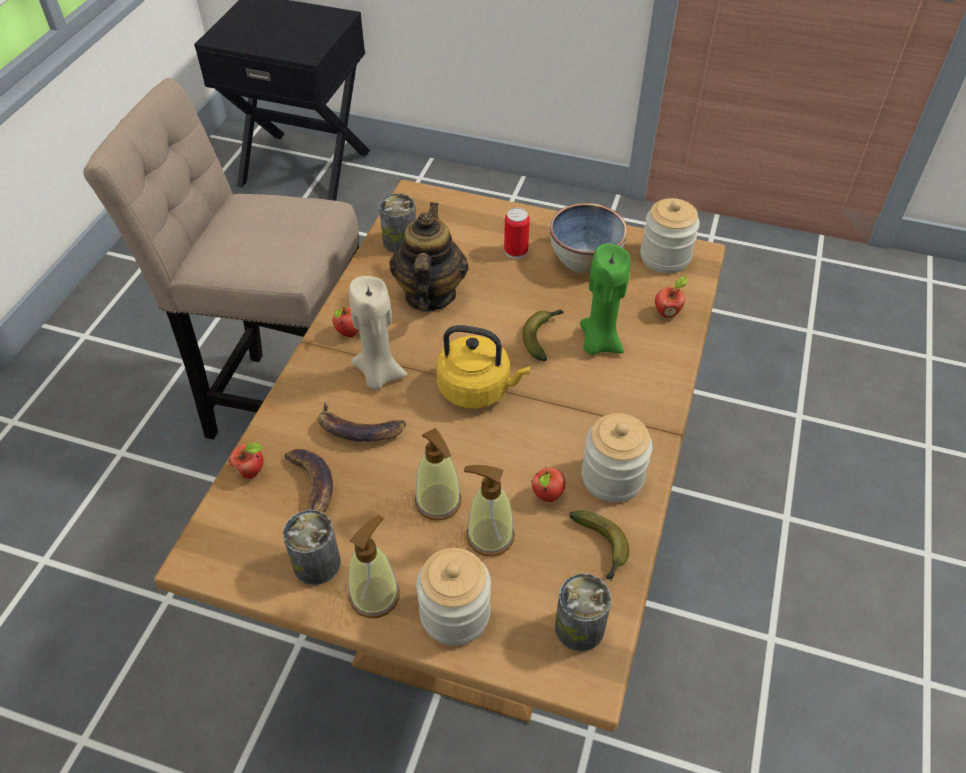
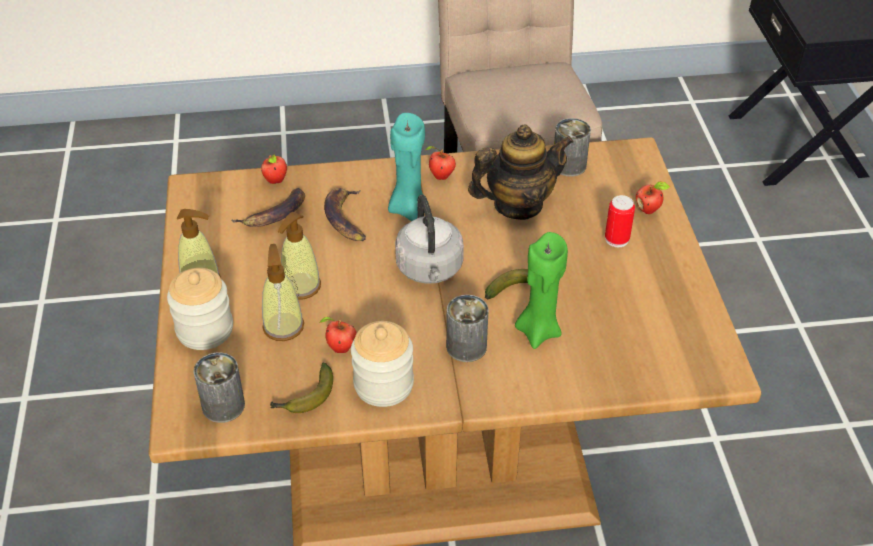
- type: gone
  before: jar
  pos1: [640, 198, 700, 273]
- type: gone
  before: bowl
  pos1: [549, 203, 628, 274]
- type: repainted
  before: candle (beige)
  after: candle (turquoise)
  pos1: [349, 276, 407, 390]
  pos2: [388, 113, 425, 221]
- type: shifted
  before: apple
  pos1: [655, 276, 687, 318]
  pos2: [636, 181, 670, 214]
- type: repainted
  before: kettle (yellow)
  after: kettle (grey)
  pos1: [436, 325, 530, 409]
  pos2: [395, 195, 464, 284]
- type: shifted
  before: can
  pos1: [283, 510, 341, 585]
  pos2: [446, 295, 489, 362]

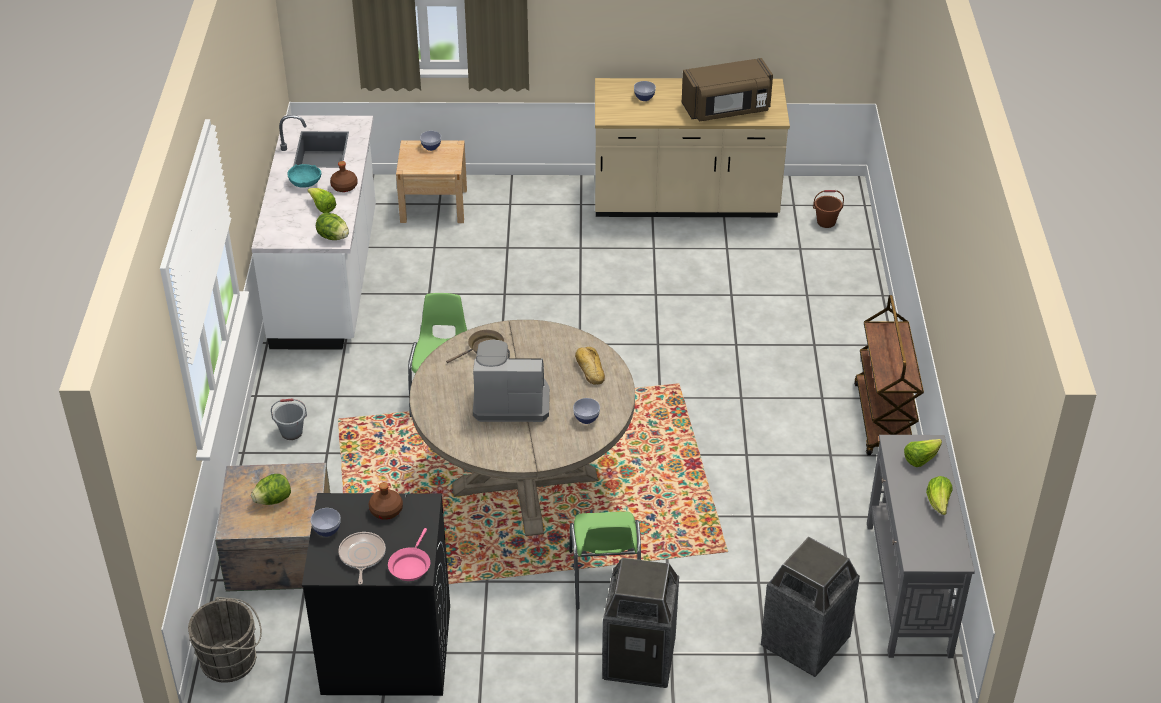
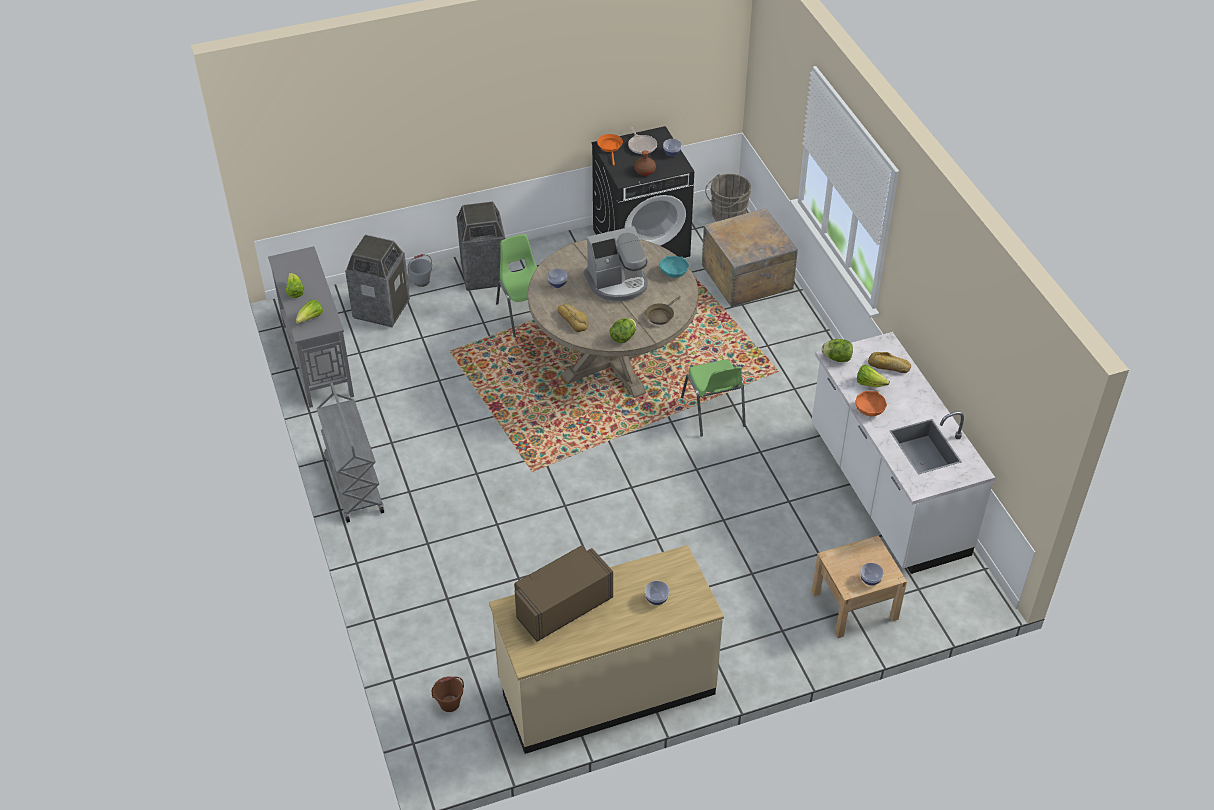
- type: swapped
  before: bottle (brown)
  after: bowl (orange)
  pos1: [330, 161, 358, 192]
  pos2: [855, 391, 887, 416]
- type: shifted
  before: bowl (turquoise)
  pos1: [288, 164, 321, 188]
  pos2: [659, 256, 689, 278]
- type: repainted
  before: cart (brown)
  after: cart (grey)
  pos1: [854, 295, 924, 455]
  pos2: [316, 383, 384, 523]
- type: shifted
  before: bucket (grey)
  pos1: [271, 398, 307, 440]
  pos2: [408, 254, 432, 287]
- type: shifted
  before: lettuce
  pos1: [251, 474, 291, 505]
  pos2: [609, 318, 636, 343]
- type: repainted
  before: frying pan (pink)
  after: frying pan (orange)
  pos1: [388, 528, 430, 581]
  pos2: [597, 134, 623, 166]
- type: new
  after: bread
  pos2: [868, 352, 911, 373]

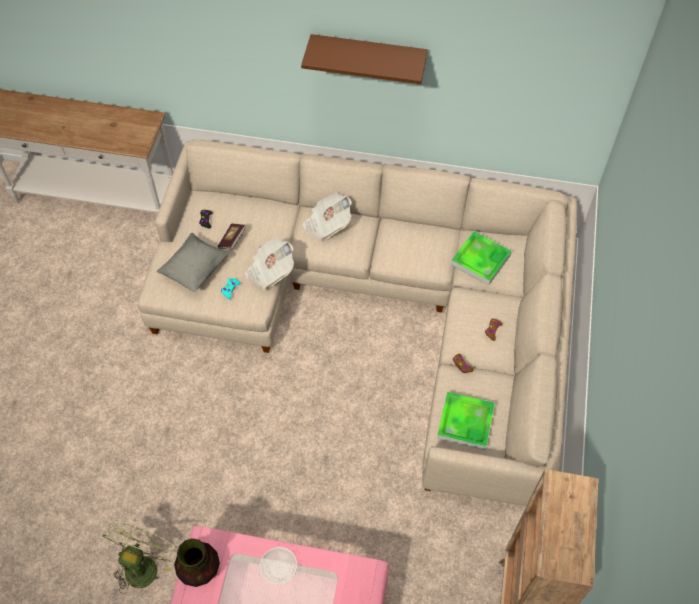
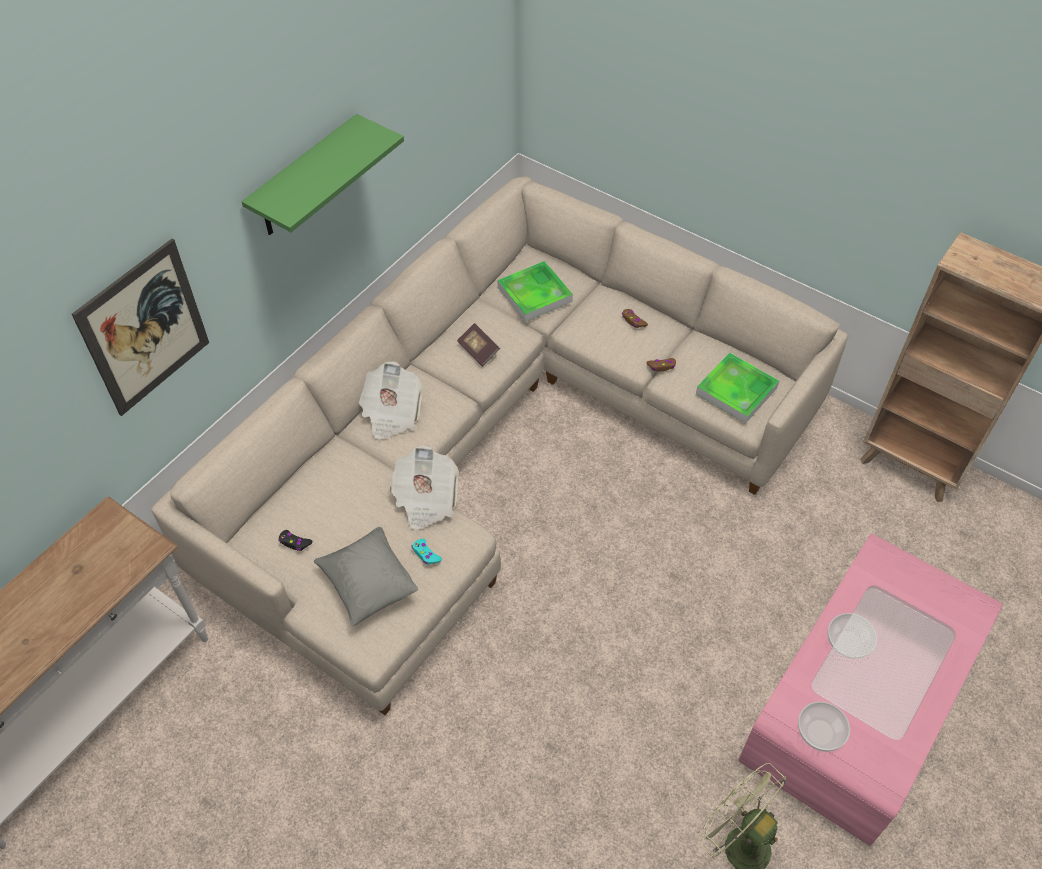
- type: repainted
  before: shelf (brown)
  after: shelf (green)
  pos1: [301, 34, 428, 84]
  pos2: [242, 114, 404, 235]
- type: shifted
  before: book
  pos1: [217, 224, 246, 250]
  pos2: [457, 323, 500, 367]
- type: swapped
  before: vase
  after: bowl
  pos1: [174, 538, 220, 587]
  pos2: [798, 701, 850, 752]
- type: new
  after: picture
  pos2: [72, 238, 209, 416]

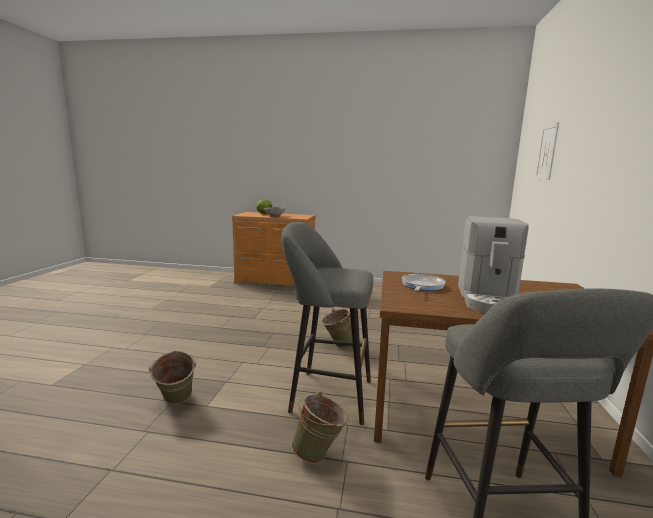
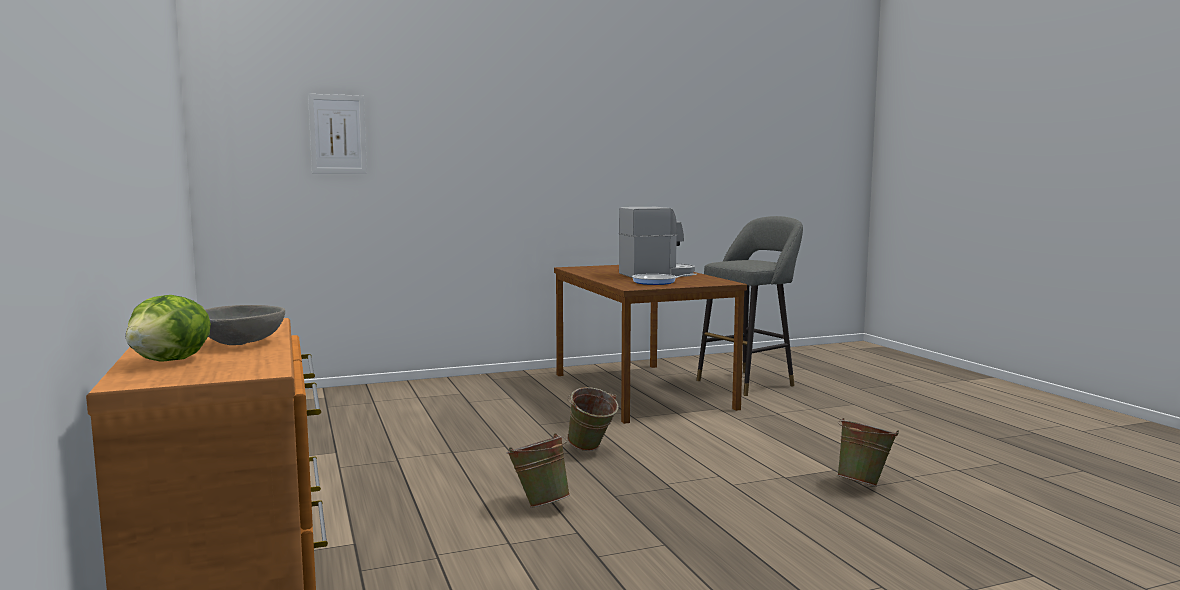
- type: gone
  before: stool (grey)
  pos1: [281, 222, 373, 425]
- type: shifted
  before: bucket (green)
  pos1: [291, 391, 349, 464]
  pos2: [506, 433, 570, 507]

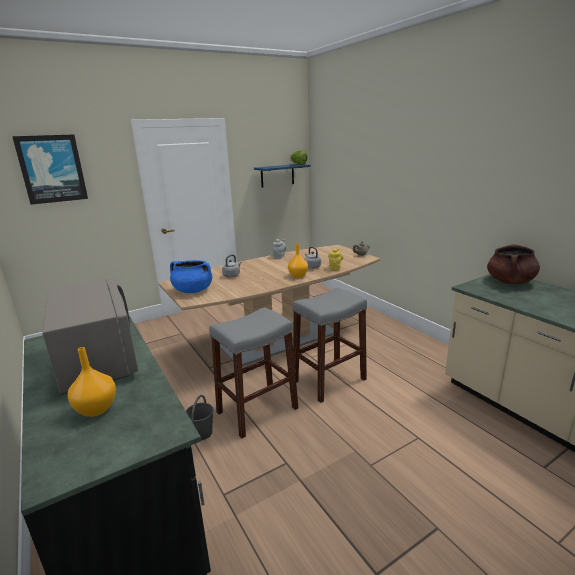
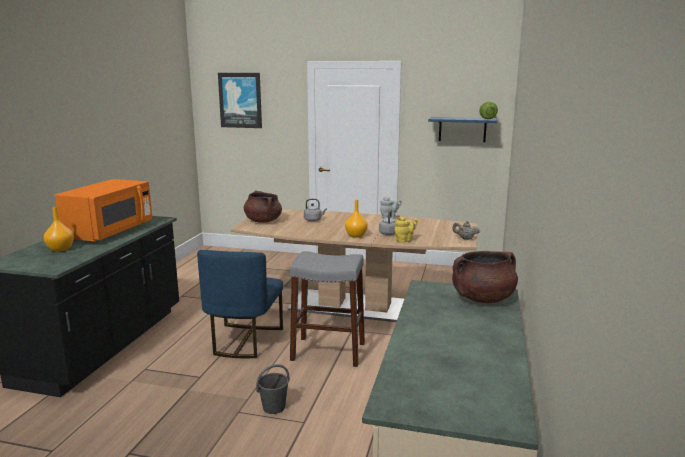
- type: repainted
  before: cooking pot (blue)
  after: cooking pot (brown)
  pos1: [170, 260, 212, 293]
  pos2: [244, 191, 282, 223]
- type: repainted
  before: microwave (grey)
  after: microwave (orange)
  pos1: [42, 277, 138, 395]
  pos2: [55, 179, 152, 243]
- type: swapped
  before: stool (grey)
  after: chair (blue)
  pos1: [209, 307, 298, 438]
  pos2: [197, 250, 283, 358]
- type: shifted
  before: bucket (grey)
  pos1: [186, 395, 214, 440]
  pos2: [256, 364, 289, 414]

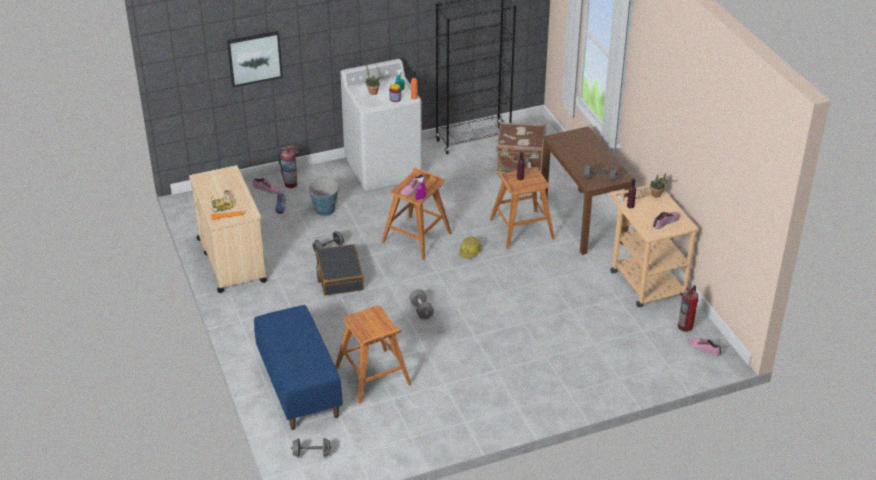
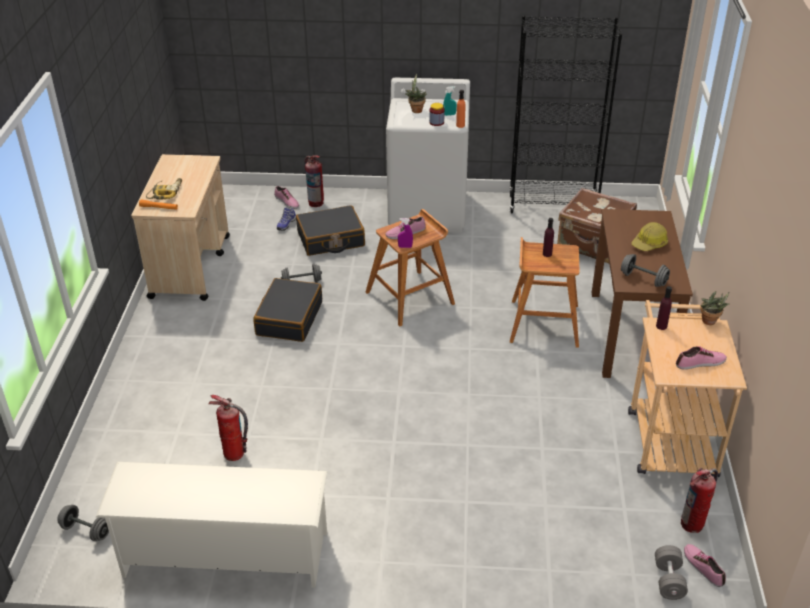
- type: gone
  before: picture
  pos1: [227, 31, 283, 87]
- type: swapped
  before: bucket
  after: suitcase (black)
  pos1: [308, 178, 340, 216]
  pos2: [296, 205, 365, 256]
- type: shifted
  before: hard hat
  pos1: [459, 236, 482, 259]
  pos2: [632, 222, 668, 251]
- type: shifted
  before: dumbbell (grey)
  pos1: [409, 289, 434, 320]
  pos2: [655, 545, 688, 600]
- type: gone
  before: bench (blue)
  pos1: [254, 305, 343, 430]
- type: swapped
  before: stool (brown)
  after: fire extinguisher
  pos1: [335, 305, 412, 404]
  pos2: [208, 395, 248, 461]
- type: new
  after: shoe rack (white)
  pos2: [96, 462, 327, 588]

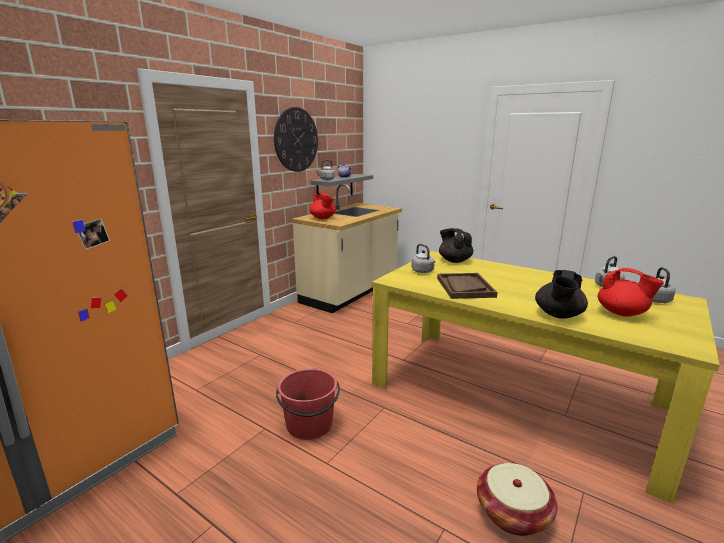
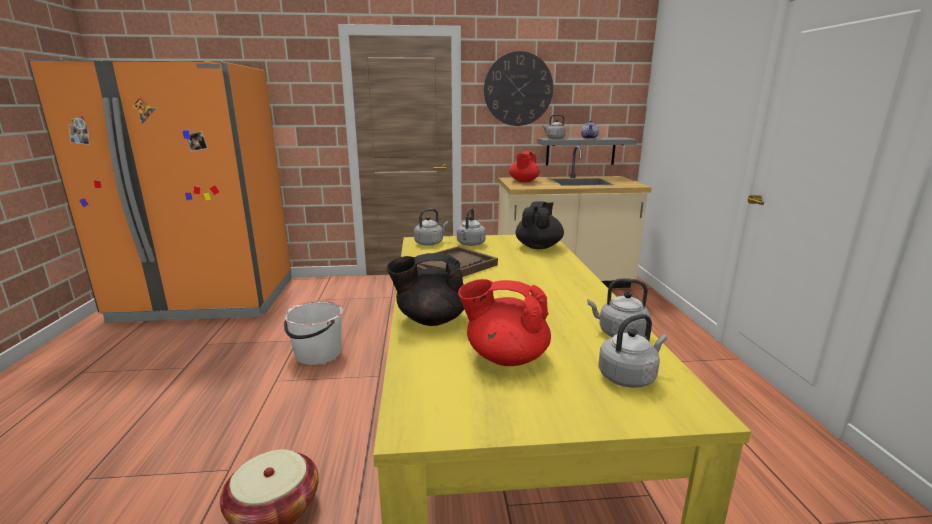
- type: rotated
  before: teapot (red)
  pos1: [597, 268, 664, 317]
  pos2: [458, 279, 551, 366]
  turn: 105
- type: repainted
  before: bucket (red)
  after: bucket (white)
  pos1: [276, 368, 340, 440]
  pos2: [284, 301, 343, 365]
- type: new
  after: kettle (grey)
  pos2: [414, 208, 449, 246]

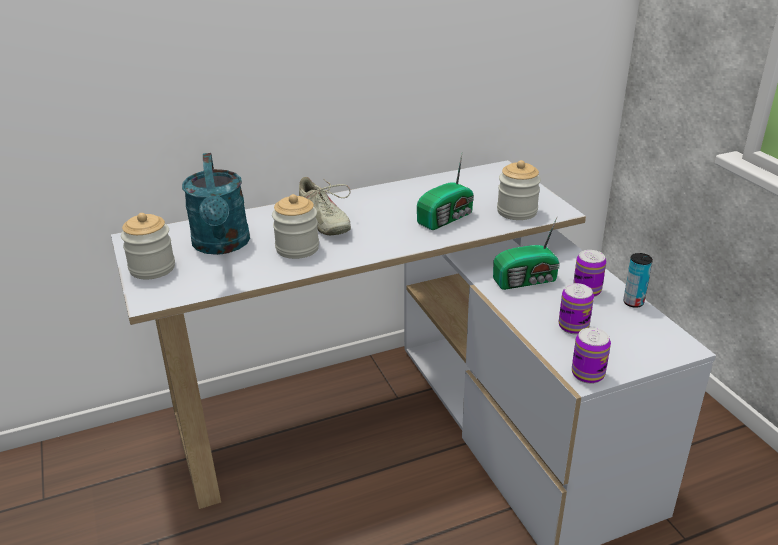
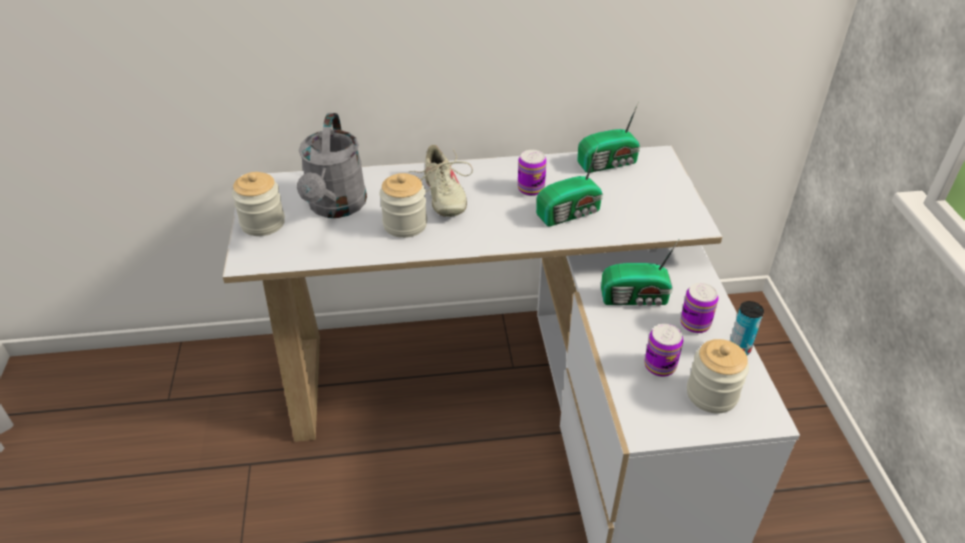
- type: repainted
  before: watering can (turquoise)
  after: watering can (grey)
  pos1: [182, 153, 250, 255]
  pos2: [297, 113, 367, 218]
- type: shifted
  before: jar
  pos1: [497, 160, 541, 220]
  pos2: [687, 339, 749, 413]
- type: shifted
  before: can
  pos1: [572, 328, 611, 384]
  pos2: [518, 150, 547, 196]
- type: new
  after: radio
  pos2: [577, 101, 640, 173]

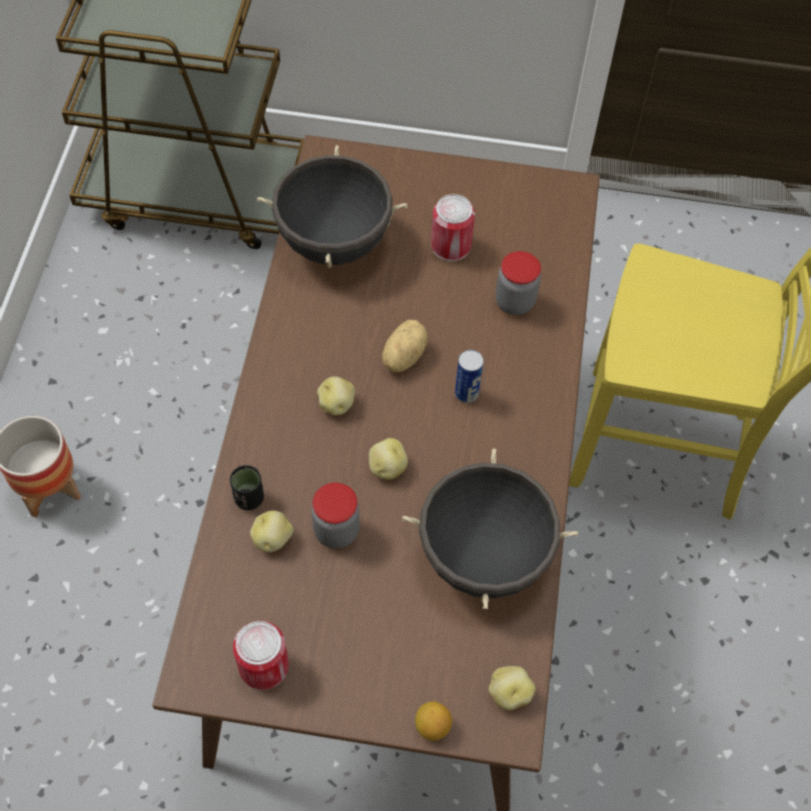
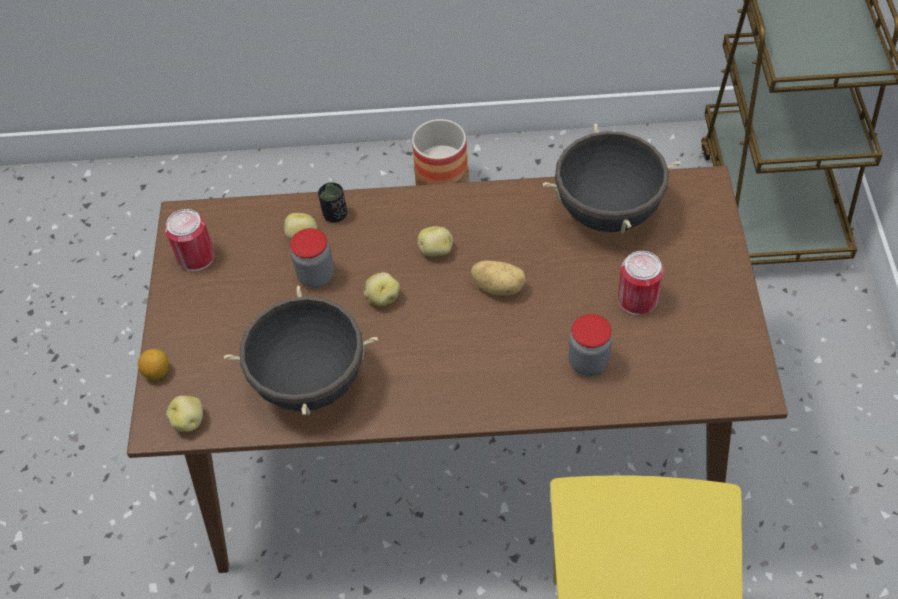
- type: gone
  before: can
  pos1: [455, 350, 484, 403]

